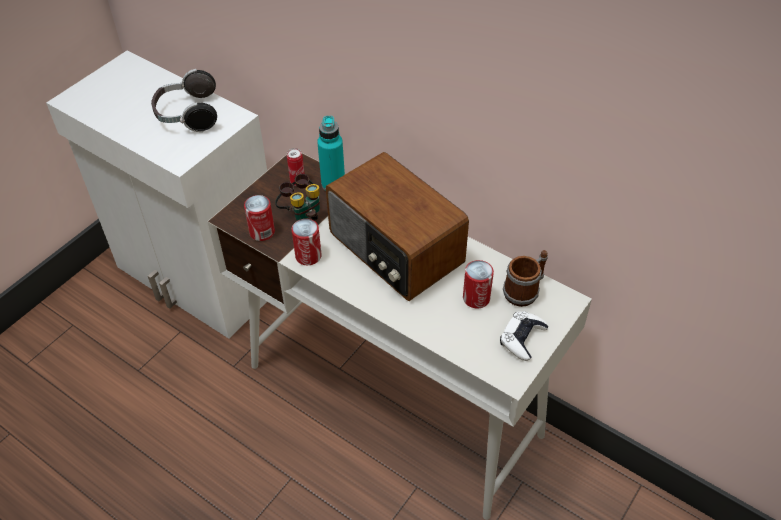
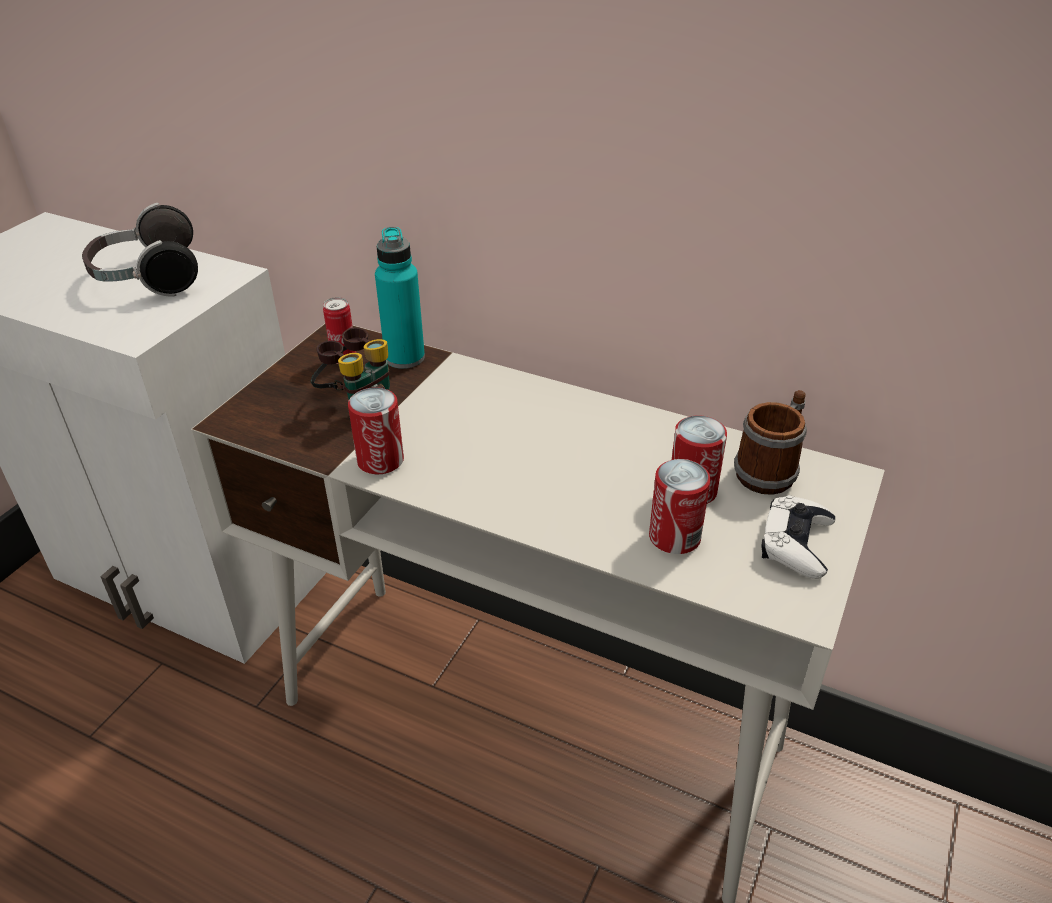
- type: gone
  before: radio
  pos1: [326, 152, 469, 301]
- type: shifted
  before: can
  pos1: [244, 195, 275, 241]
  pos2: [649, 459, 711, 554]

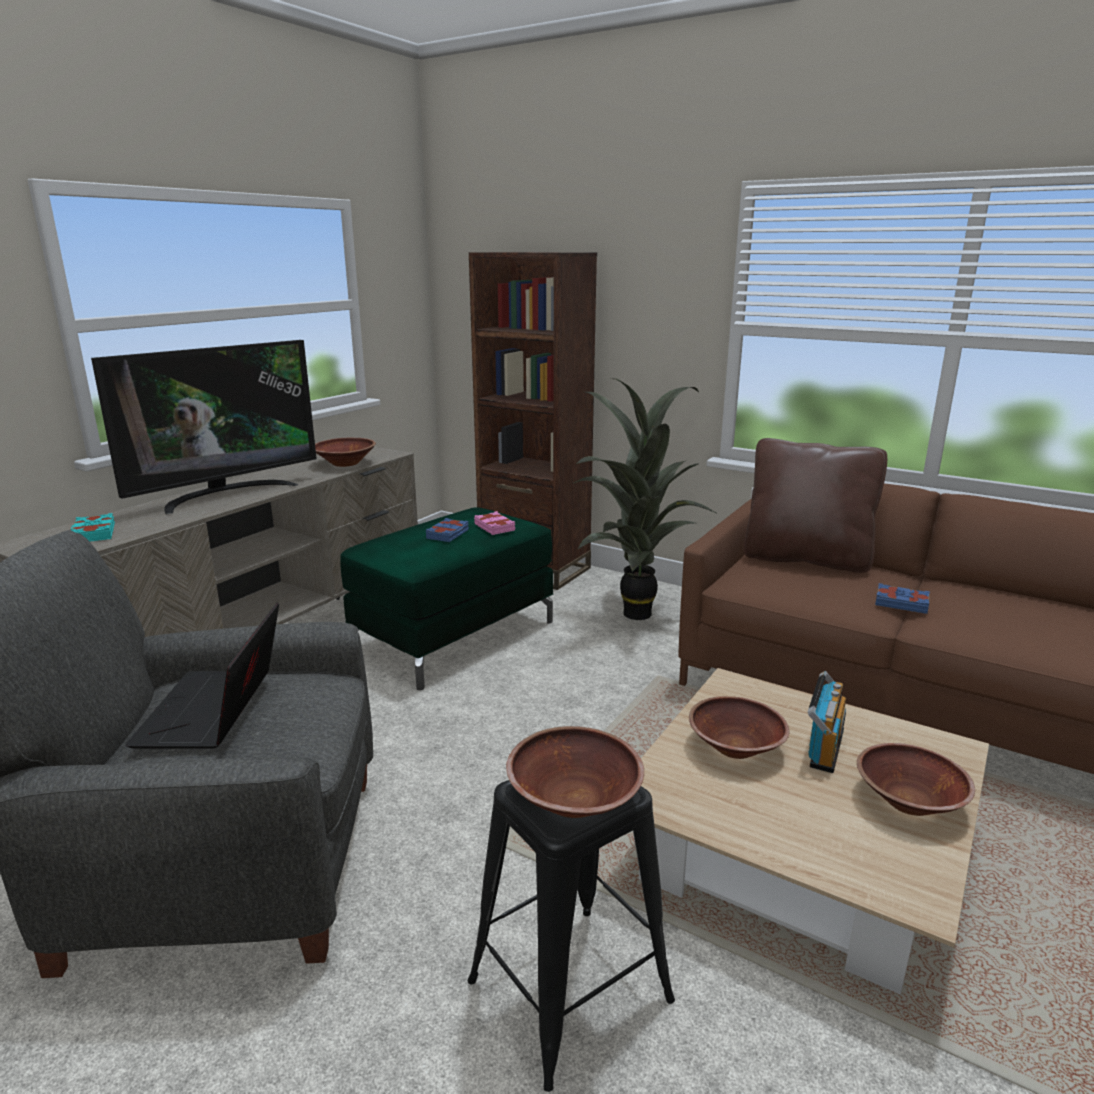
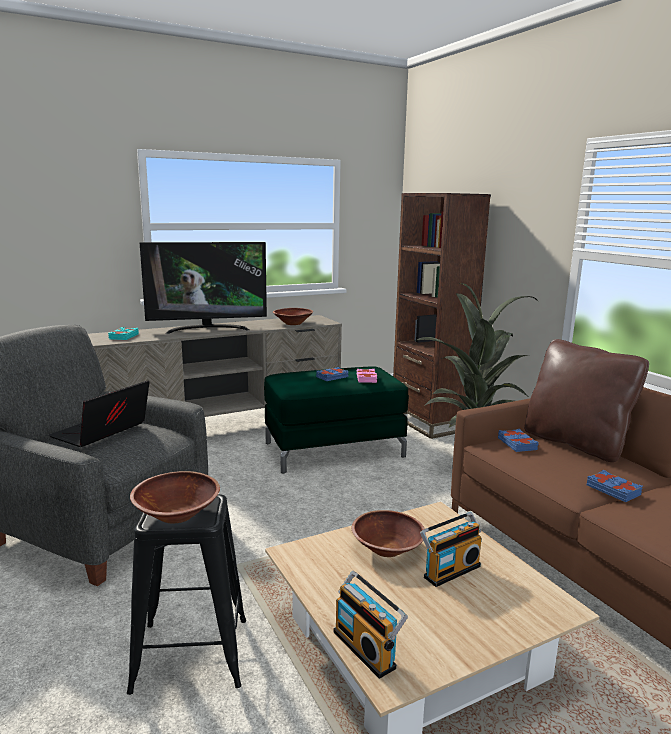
- type: gone
  before: bowl (brown)
  pos1: [857, 743, 975, 816]
- type: new
  after: book (blue)
  pos2: [498, 429, 539, 452]
- type: new
  after: radio
  pos2: [334, 571, 408, 679]

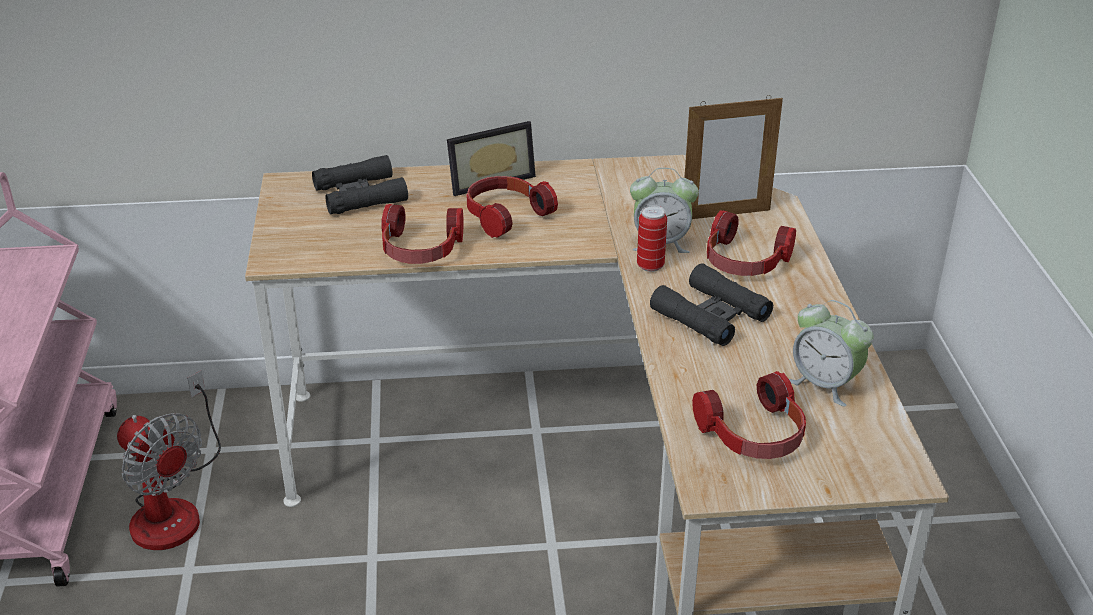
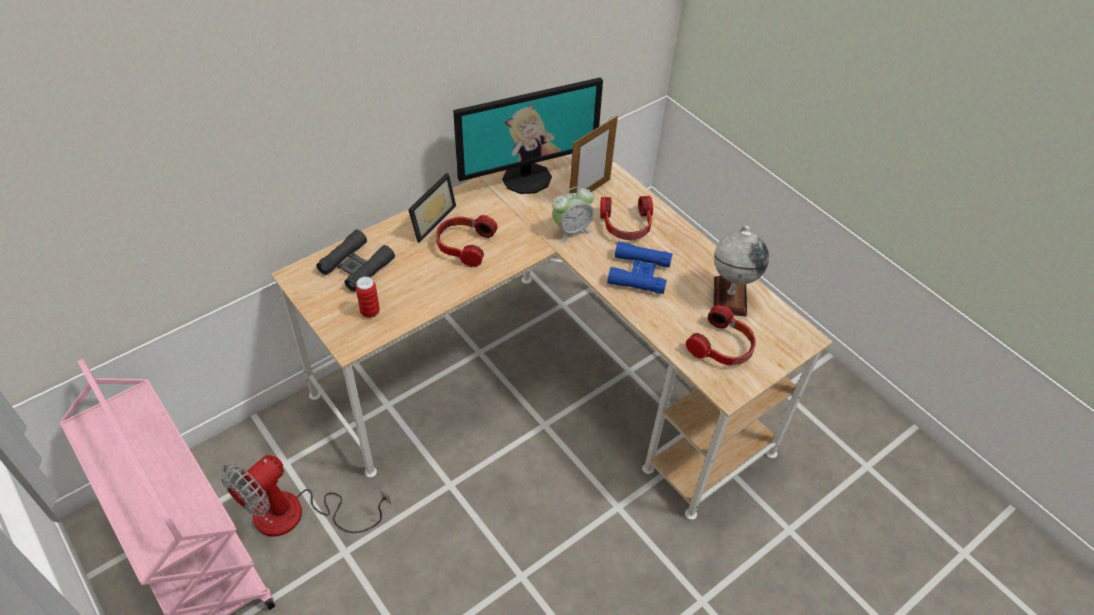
- type: gone
  before: headphones
  pos1: [381, 204, 463, 264]
- type: shifted
  before: can
  pos1: [637, 205, 667, 272]
  pos2: [356, 276, 380, 318]
- type: repainted
  before: binoculars (black)
  after: binoculars (blue)
  pos1: [650, 263, 773, 346]
  pos2: [607, 241, 672, 294]
- type: swapped
  before: alarm clock
  after: globe
  pos1: [789, 300, 873, 407]
  pos2: [714, 226, 769, 317]
- type: rotated
  before: fan
  pos1: [117, 371, 221, 550]
  pos2: [221, 455, 391, 537]
  turn: 120
- type: new
  after: monitor
  pos2: [453, 77, 603, 194]

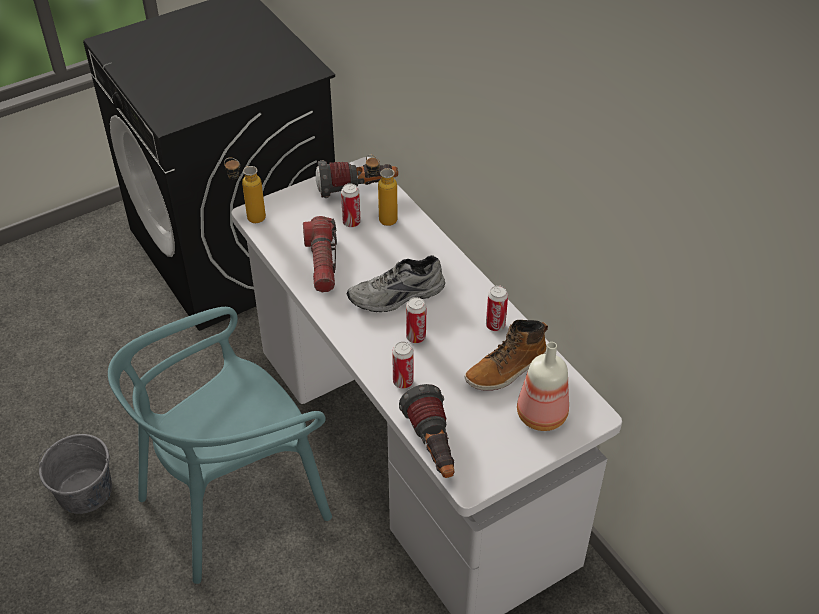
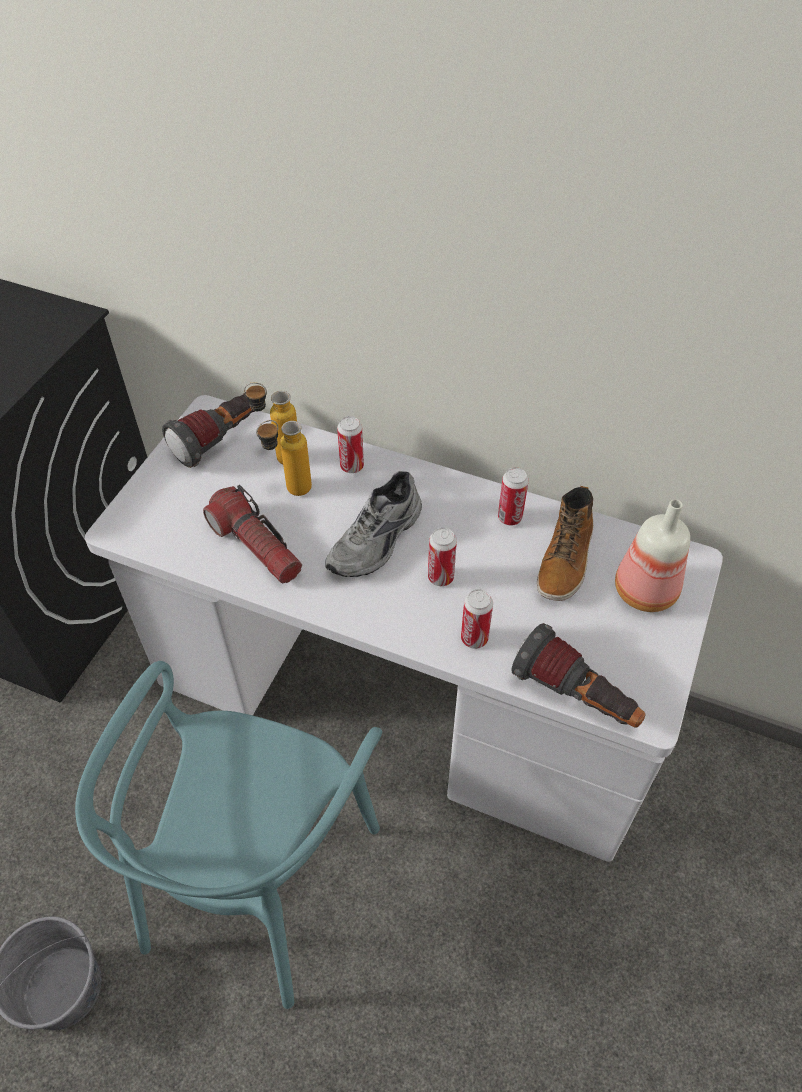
- type: shifted
  before: bottle
  pos1: [224, 158, 266, 223]
  pos2: [256, 420, 312, 496]
- type: shifted
  before: can
  pos1: [341, 183, 361, 227]
  pos2: [337, 416, 364, 473]

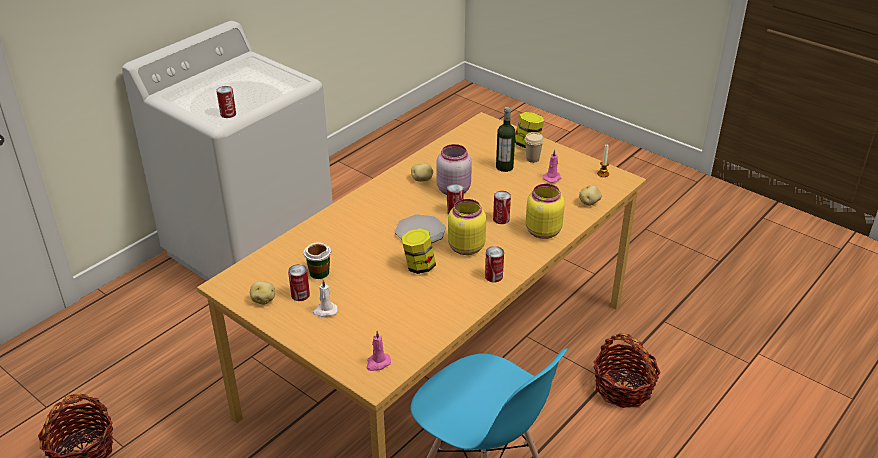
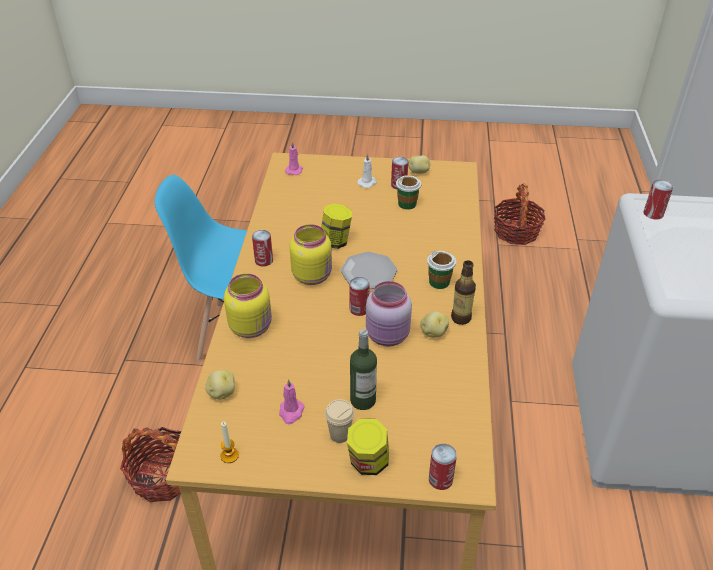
- type: shifted
  before: can
  pos1: [493, 191, 511, 224]
  pos2: [429, 444, 457, 490]
- type: new
  after: cup
  pos2: [427, 251, 456, 289]
- type: new
  after: bottle
  pos2: [451, 260, 476, 325]

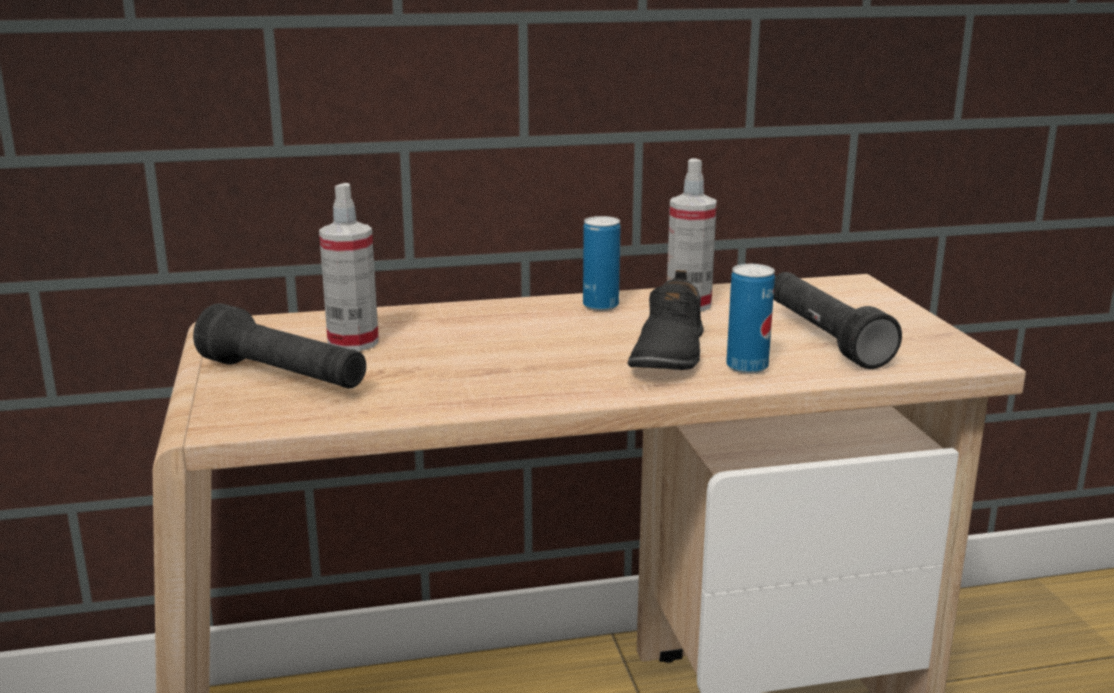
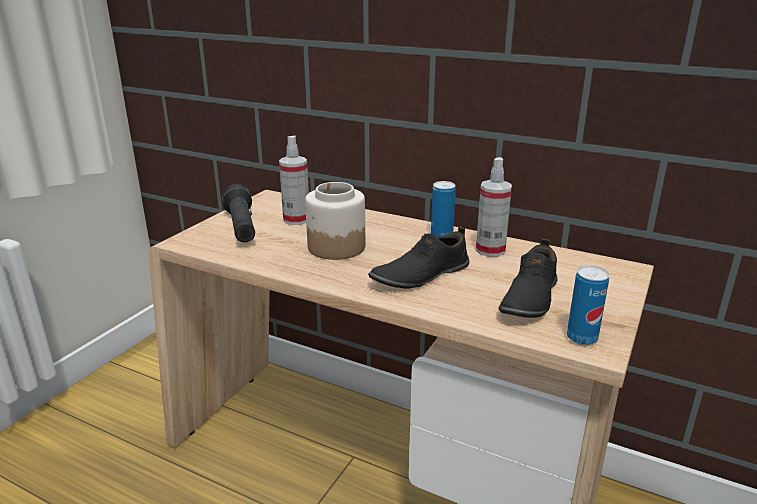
- type: shifted
  before: can
  pos1: [726, 264, 775, 374]
  pos2: [567, 266, 609, 345]
- type: swapped
  before: flashlight (black)
  after: shoe (black)
  pos1: [773, 272, 902, 369]
  pos2: [499, 239, 558, 318]
- type: new
  after: jar
  pos2: [305, 182, 365, 260]

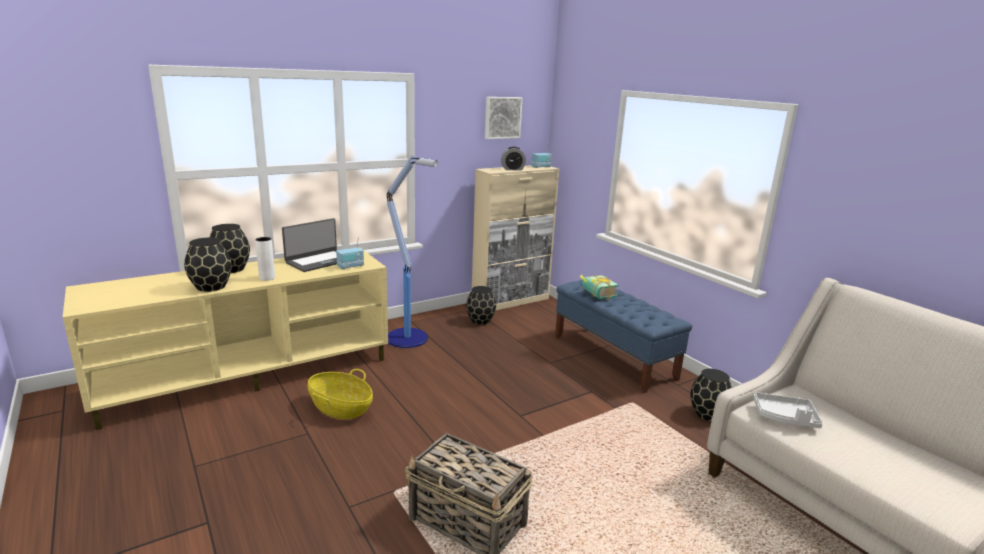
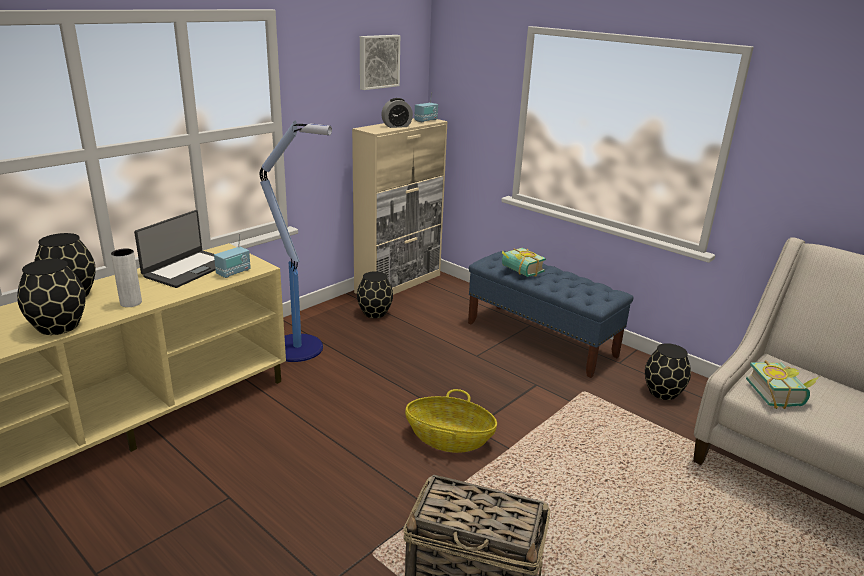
- type: shifted
  before: basket
  pos1: [308, 369, 373, 419]
  pos2: [405, 389, 497, 453]
- type: swapped
  before: tray (grey)
  after: book
  pos1: [753, 392, 823, 428]
  pos2: [746, 360, 821, 409]

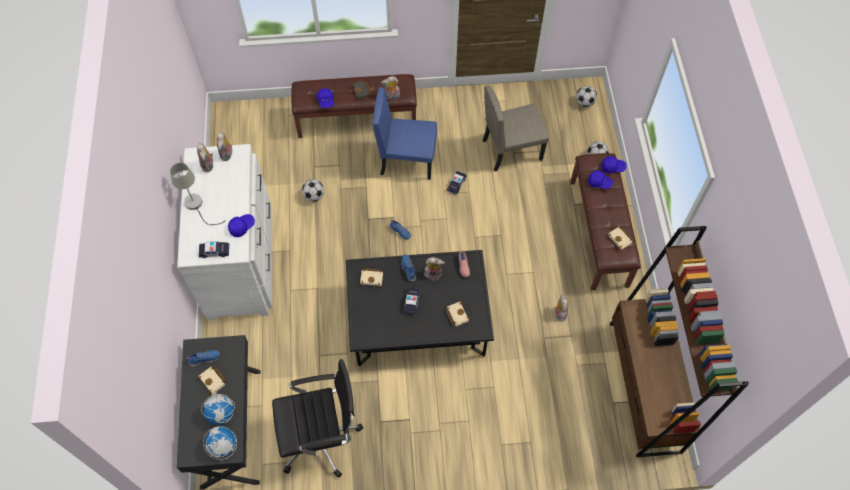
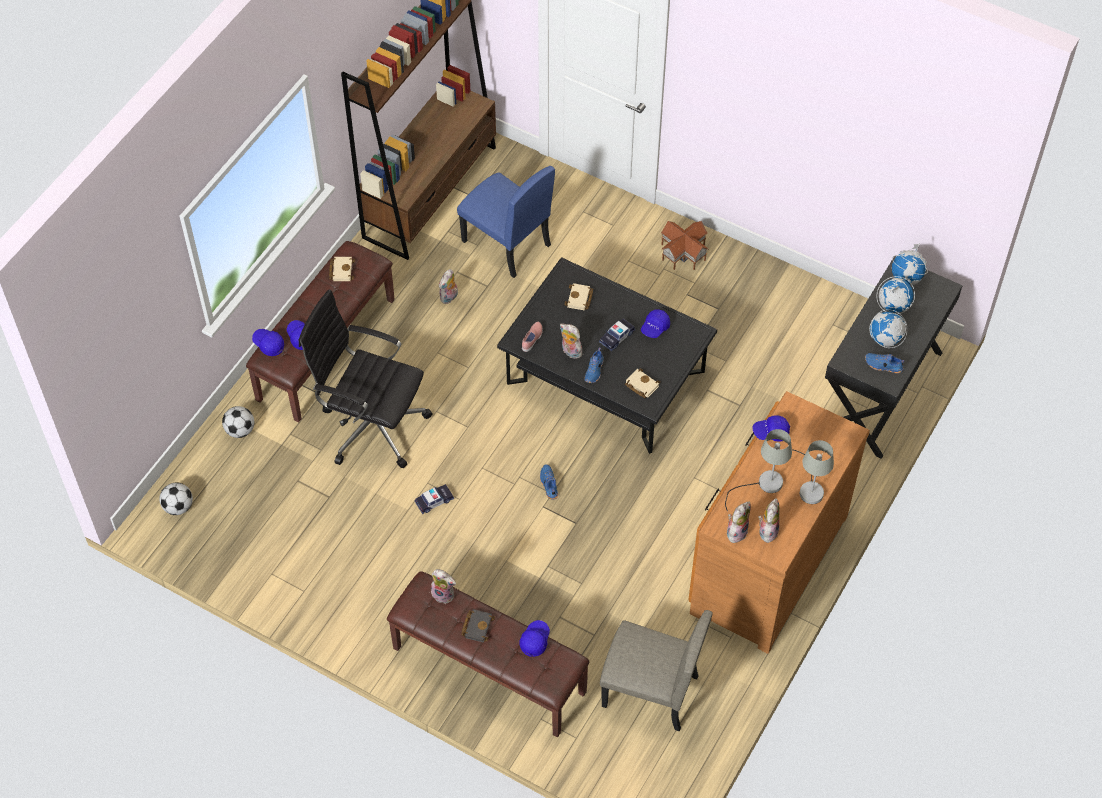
- type: shifted
  before: chair (beige)
  pos1: [483, 85, 549, 171]
  pos2: [600, 610, 713, 731]
- type: shifted
  before: chair (blue)
  pos1: [373, 87, 437, 180]
  pos2: [457, 166, 555, 278]
- type: repainted
  before: dresser (white)
  after: dresser (brown)
  pos1: [177, 144, 272, 320]
  pos2: [688, 391, 870, 654]
- type: gone
  before: football
  pos1: [302, 179, 324, 202]
- type: gone
  before: toy car
  pos1: [199, 241, 229, 258]
- type: shifted
  before: office chair (black)
  pos1: [272, 359, 363, 478]
  pos2: [299, 290, 433, 468]
- type: swapped
  before: book (beige)
  after: globe
  pos1: [197, 366, 227, 395]
  pos2: [869, 309, 907, 348]
- type: new
  after: toy house
  pos2: [661, 221, 708, 270]
- type: new
  after: cap (blue)
  pos2: [641, 309, 670, 338]
- type: new
  after: table lamp (grey)
  pos2: [725, 429, 792, 511]

